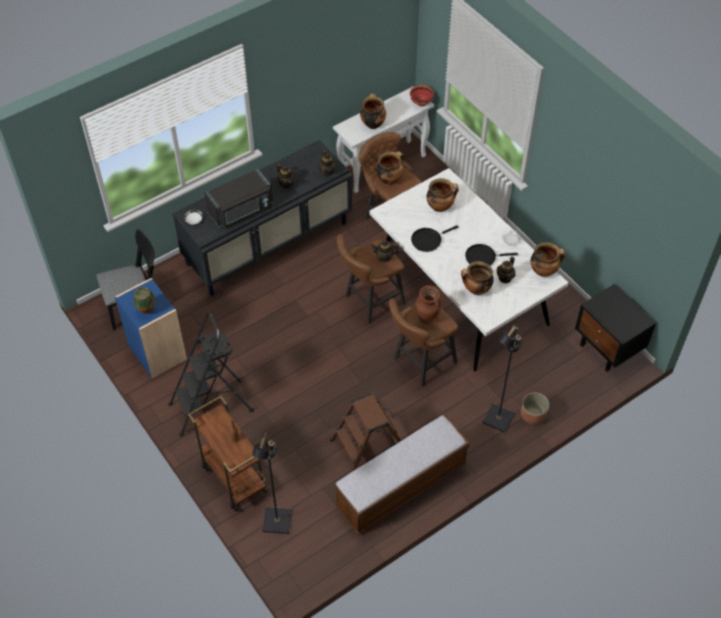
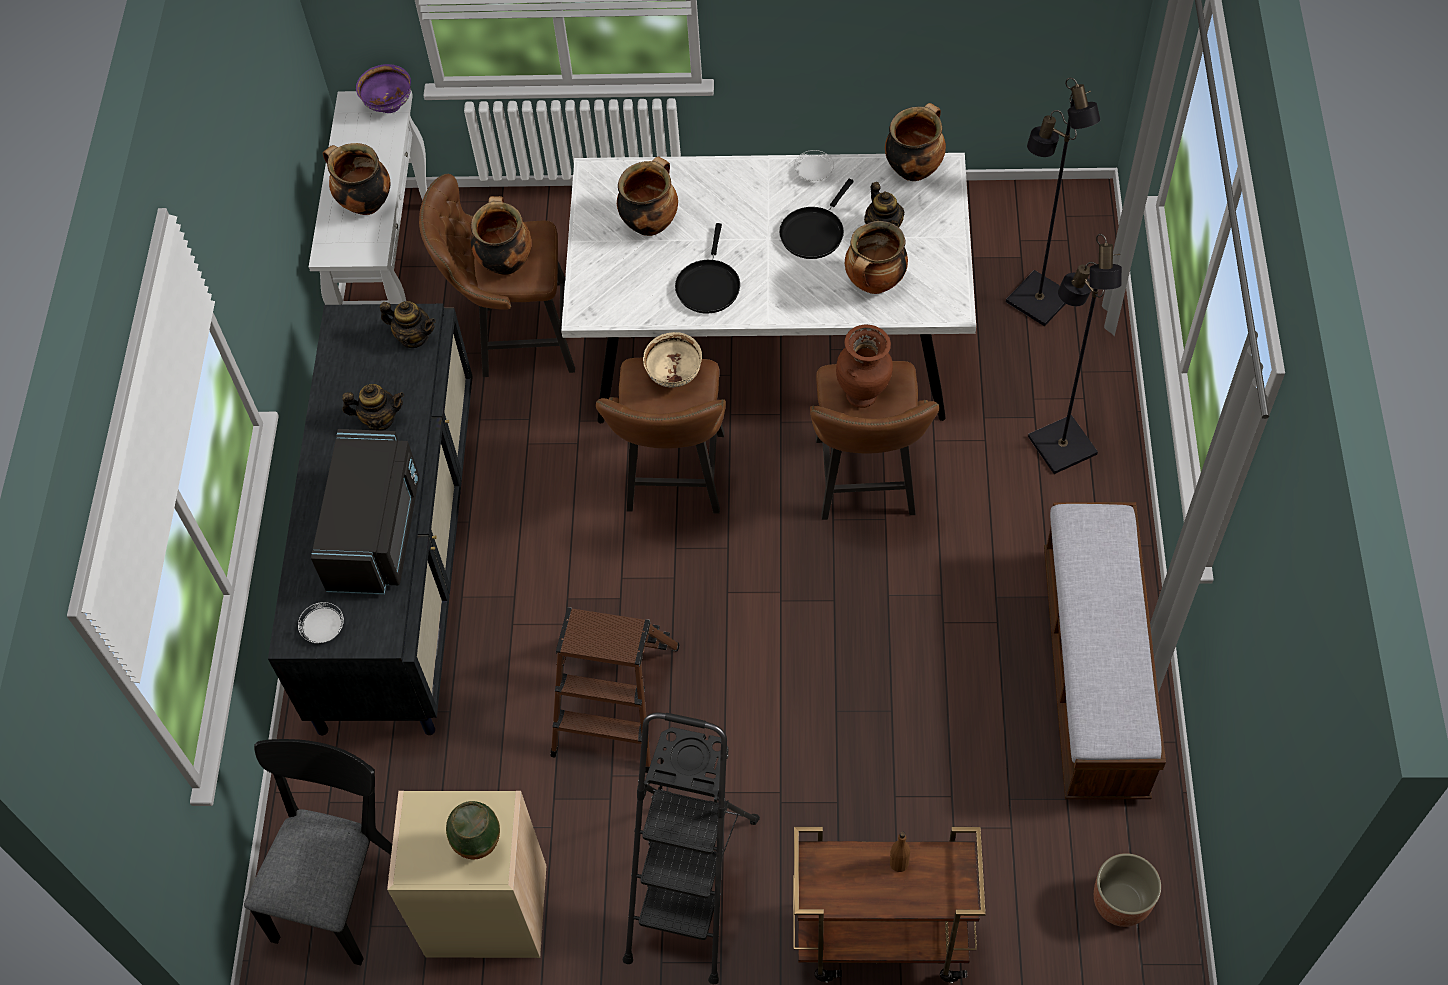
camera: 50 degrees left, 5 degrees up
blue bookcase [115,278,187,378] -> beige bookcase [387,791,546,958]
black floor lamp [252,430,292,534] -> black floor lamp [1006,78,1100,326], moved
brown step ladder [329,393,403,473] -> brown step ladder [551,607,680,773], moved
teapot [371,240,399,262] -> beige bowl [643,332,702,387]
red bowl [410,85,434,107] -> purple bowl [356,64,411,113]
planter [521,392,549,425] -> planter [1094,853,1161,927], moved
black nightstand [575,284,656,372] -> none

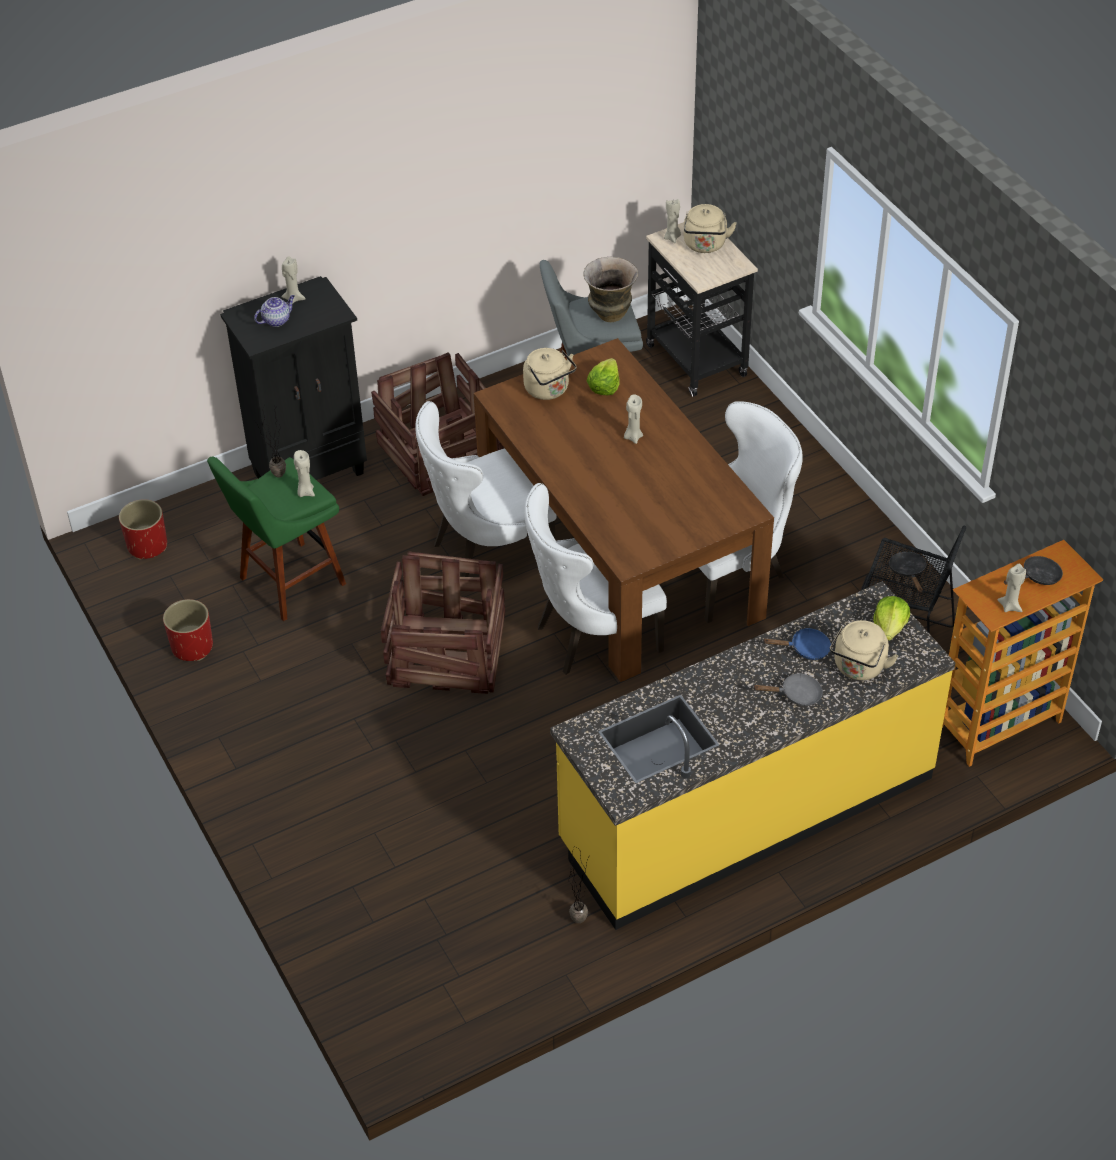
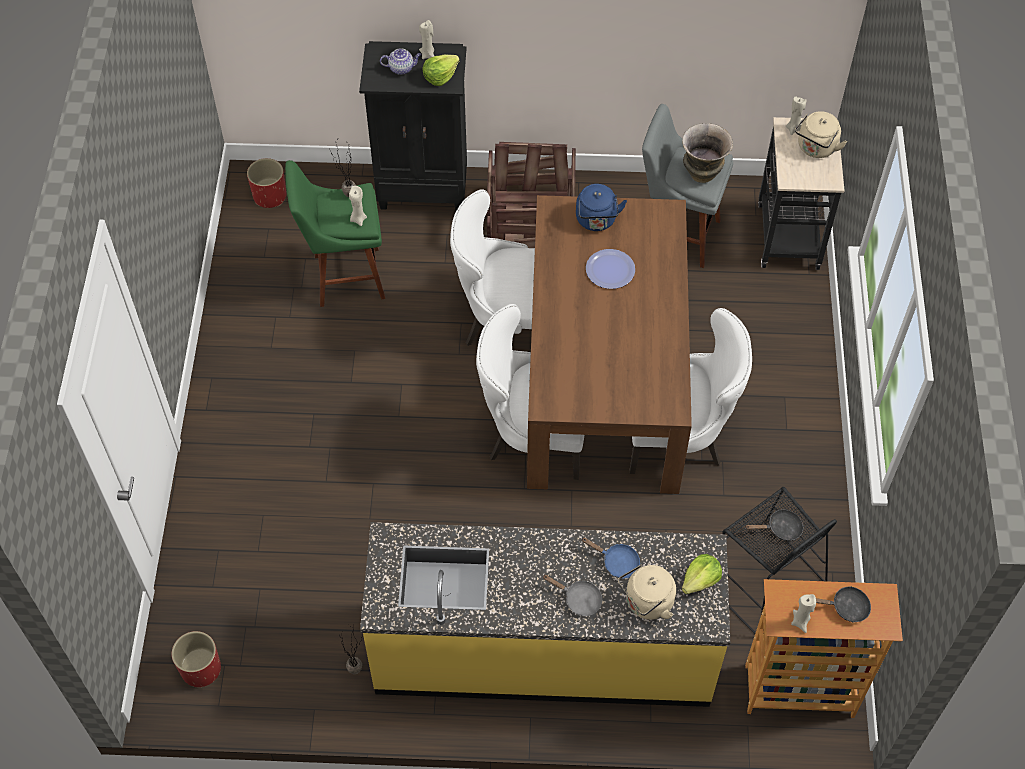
camera: 30 degrees right, 10 degrees up
red planter [163,599,213,661] -> red planter [172,631,221,688], moved
crate [381,551,505,694] -> none
beige kettle [523,348,577,400] -> blue kettle [576,184,627,231]
lettuce [587,358,620,395] -> lettuce [422,55,460,86], moved
beige candle [624,395,643,444] -> none
black frying pan [889,552,927,593] -> black frying pan [745,509,803,541], 60 degrees clockwise
none -> plate [586,249,635,289]

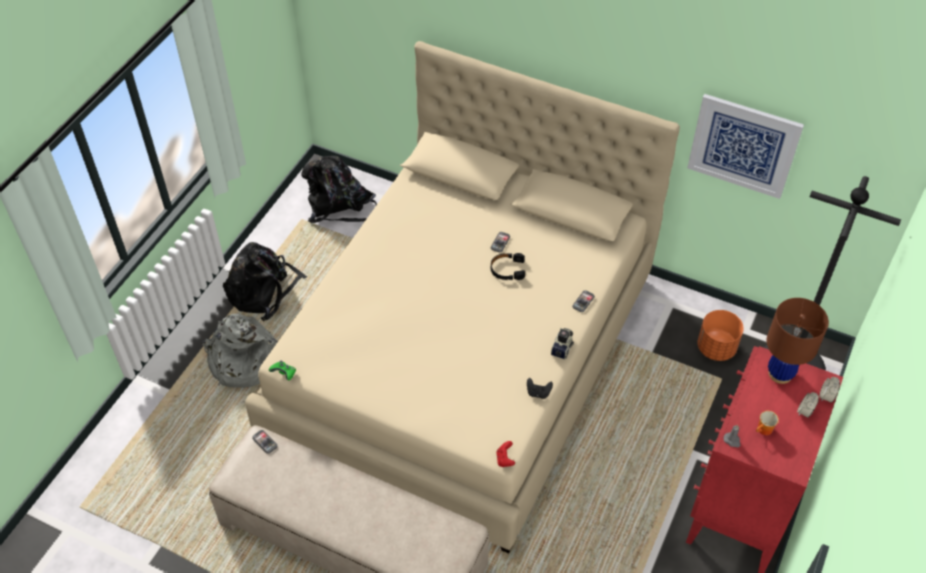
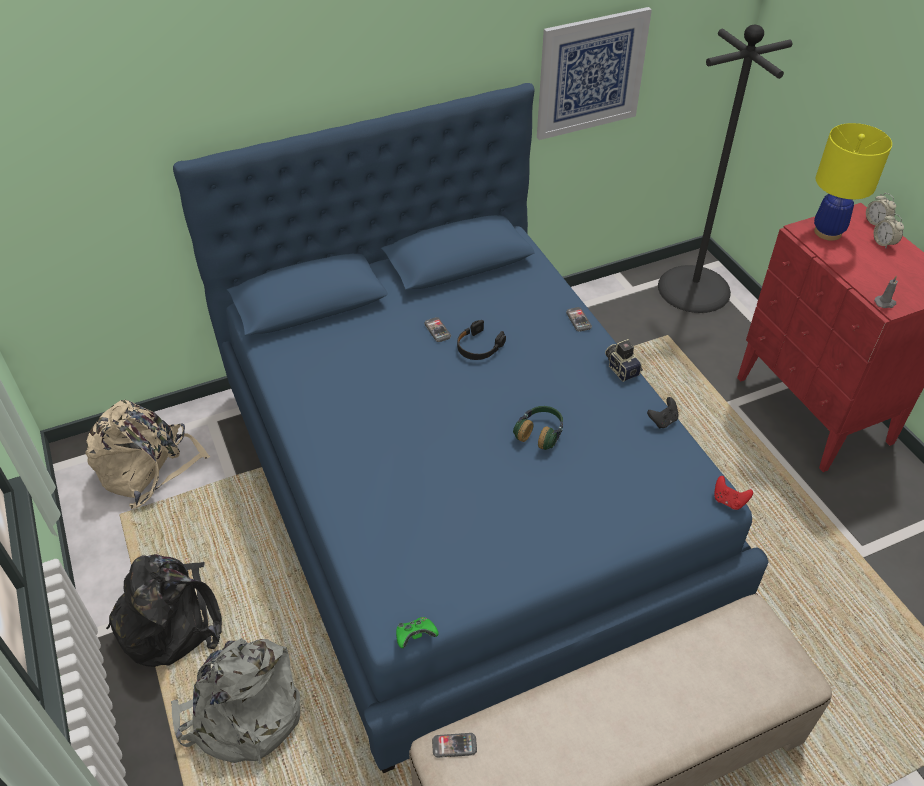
camera: 50 degrees left, 5 degrees down
beige bed [245,41,680,554] -> blue bed [173,83,769,773]
black backpack [301,156,377,223] -> beige backpack [85,400,210,509]
orange planter [698,310,744,361] -> none
mug [756,411,779,435] -> none
brown table lamp [766,298,829,384] -> yellow table lamp [814,123,892,241]
none -> headphones [513,406,563,450]

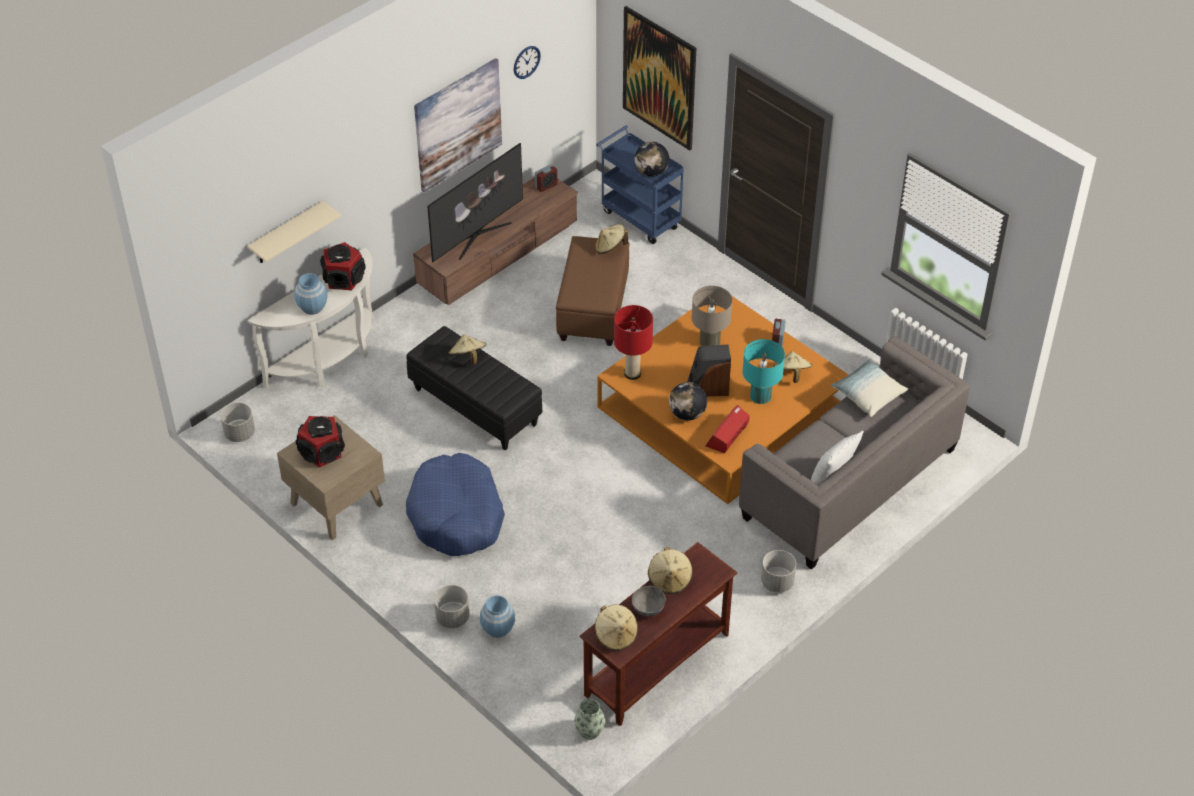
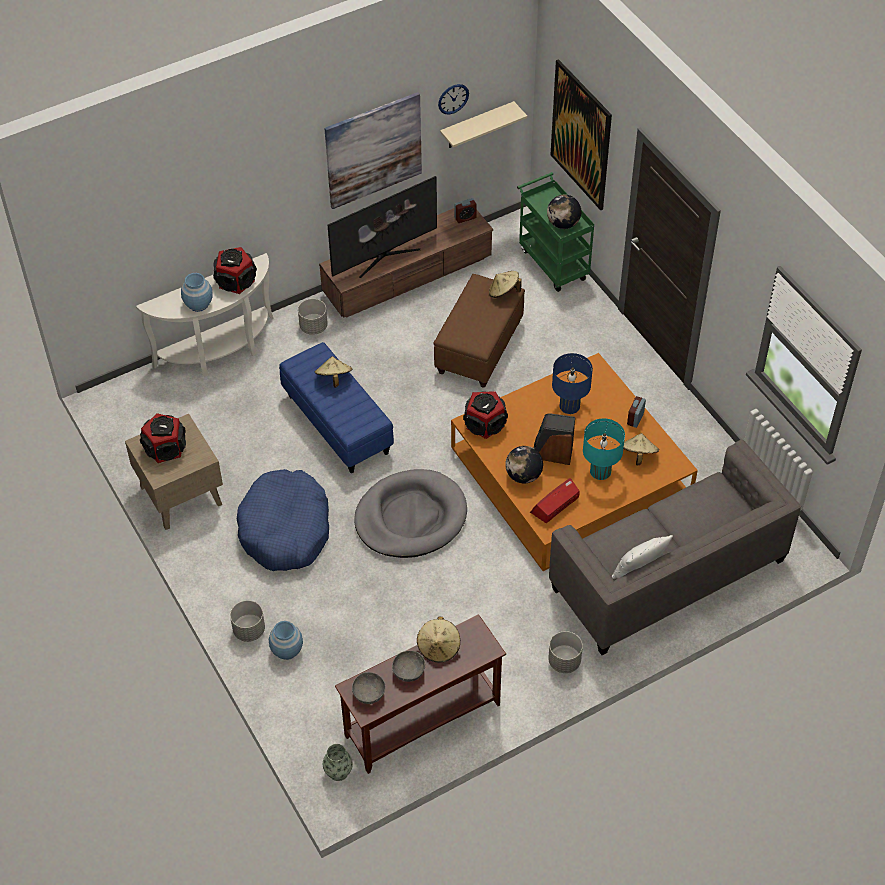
camera: 15 degrees right, 5 degrees up
grey planter [220,402,255,442] -> grey planter [298,299,328,335], moved
beige shelf [248,201,341,263] -> beige shelf [440,101,527,148], moved
black ottoman [406,326,542,450] -> blue ottoman [279,342,394,474]
beige hat [595,604,638,651] -> grey bowl [352,672,386,704]
blue cart [596,125,684,244] -> green cart [517,172,594,292]
red table lamp [614,305,653,380] -> speaker [463,391,508,439]
beige table lamp [692,286,732,346] -> blue table lamp [552,353,593,414]
pillow [831,359,908,417] -> none
none -> grey dog bed [355,469,467,558]

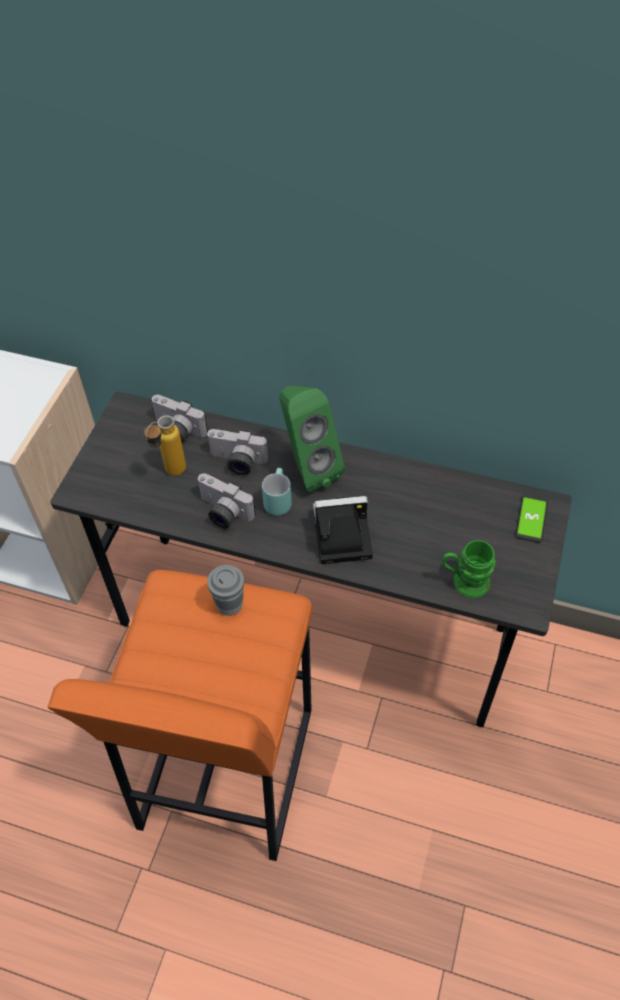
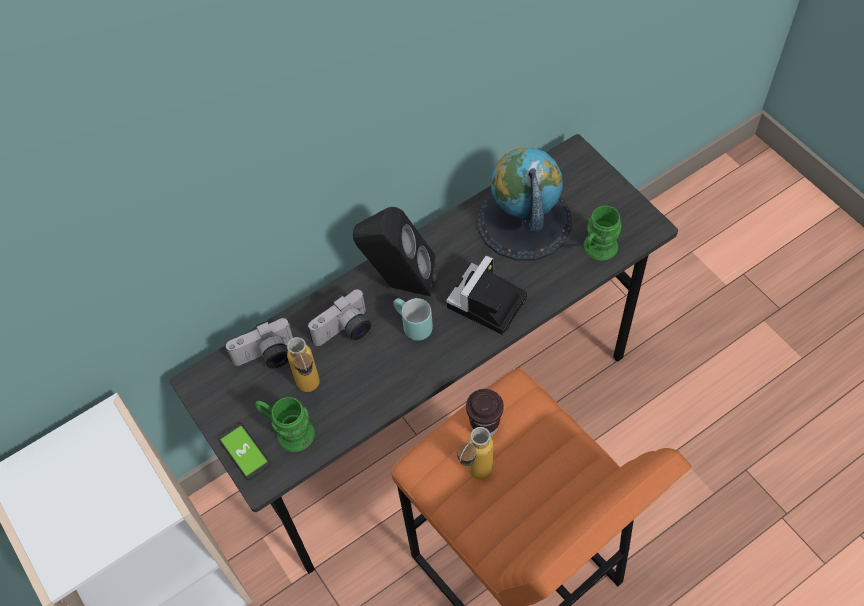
camera: 50 degrees left, 5 degrees up
photo camera [197,473,256,529] -> none
grey cup [207,565,244,616] -> brown cup [466,389,504,436]
green speaker [279,386,345,492] -> black speaker [353,207,437,297]
phone [515,495,548,543] -> phone [218,423,271,480], moved
none -> green mug [255,397,315,452]
none -> bottle [457,427,494,479]
none -> globe [478,147,572,261]

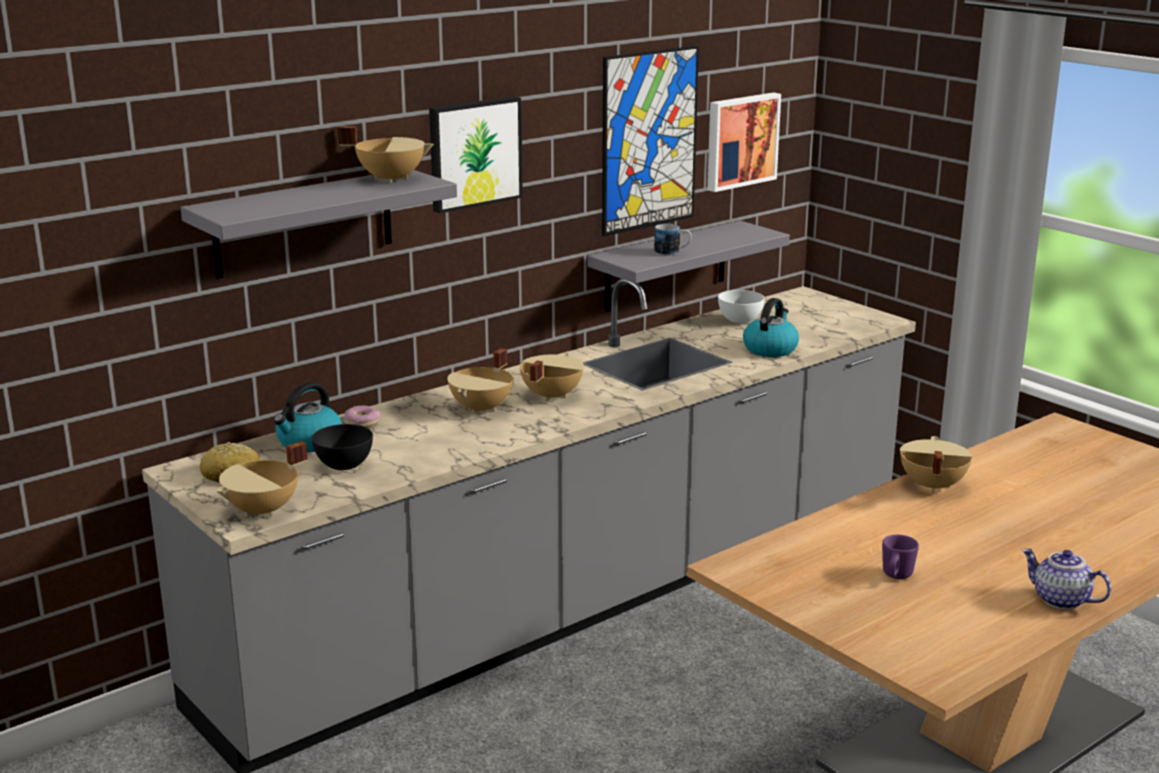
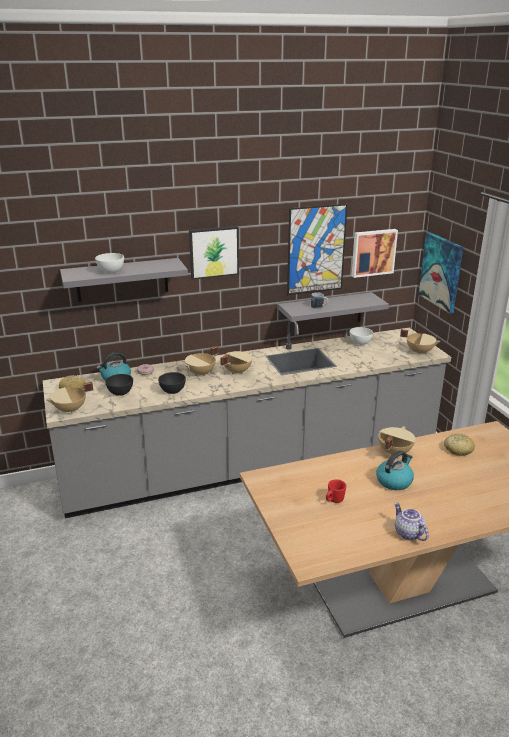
camera: 20 degrees right, 5 degrees up
beige cooking pot [338,127,434,183] -> beige cooking pot [400,329,440,355], moved
kettle [743,298,799,357] -> kettle [376,450,414,490], moved
purple mug [882,535,919,579] -> red mug [326,479,346,503]
none -> white bowl [95,253,124,273]
none -> black bowl [158,372,186,394]
none -> picture [418,233,463,313]
none -> bread [444,434,475,456]

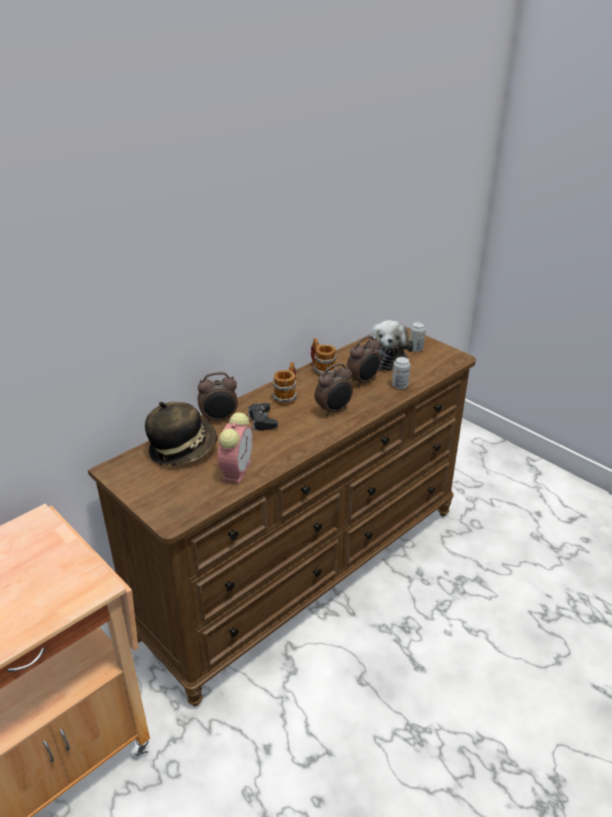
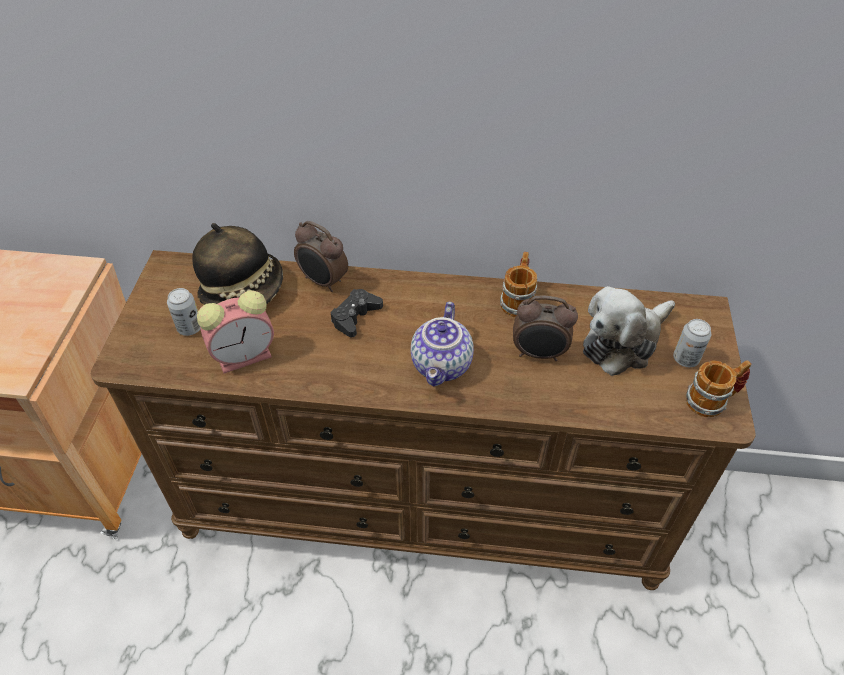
camera: 50 degrees right, 15 degrees up
mug [272,362,297,405] -> mug [686,360,751,417], moved
alarm clock [315,363,353,417] -> teapot [411,302,474,386]
can [392,357,411,389] -> can [167,288,200,336], moved

